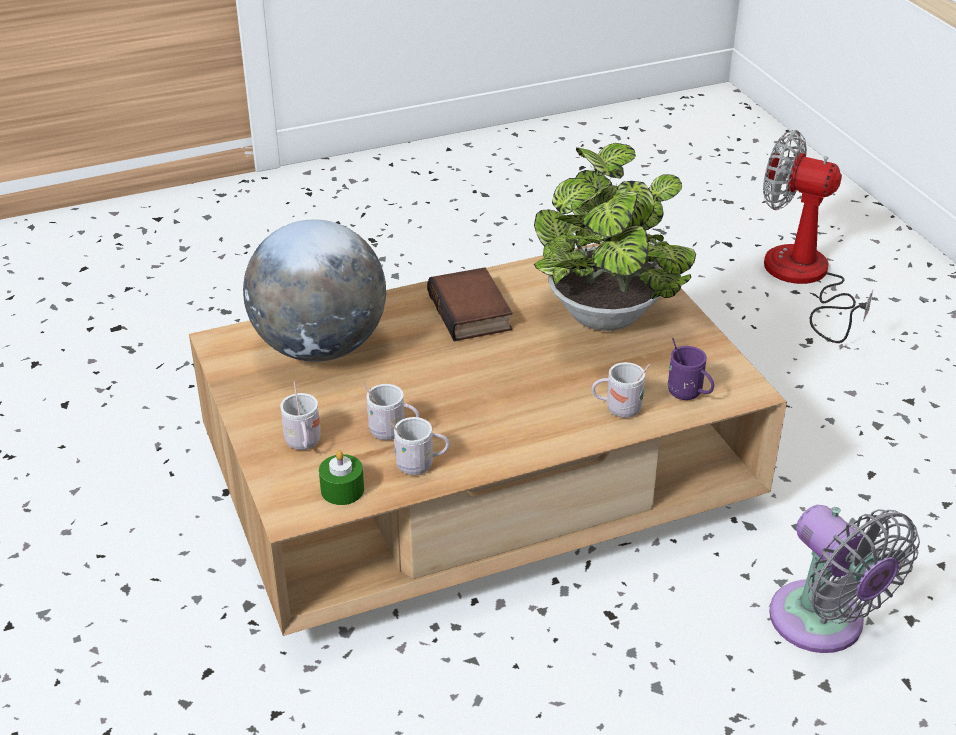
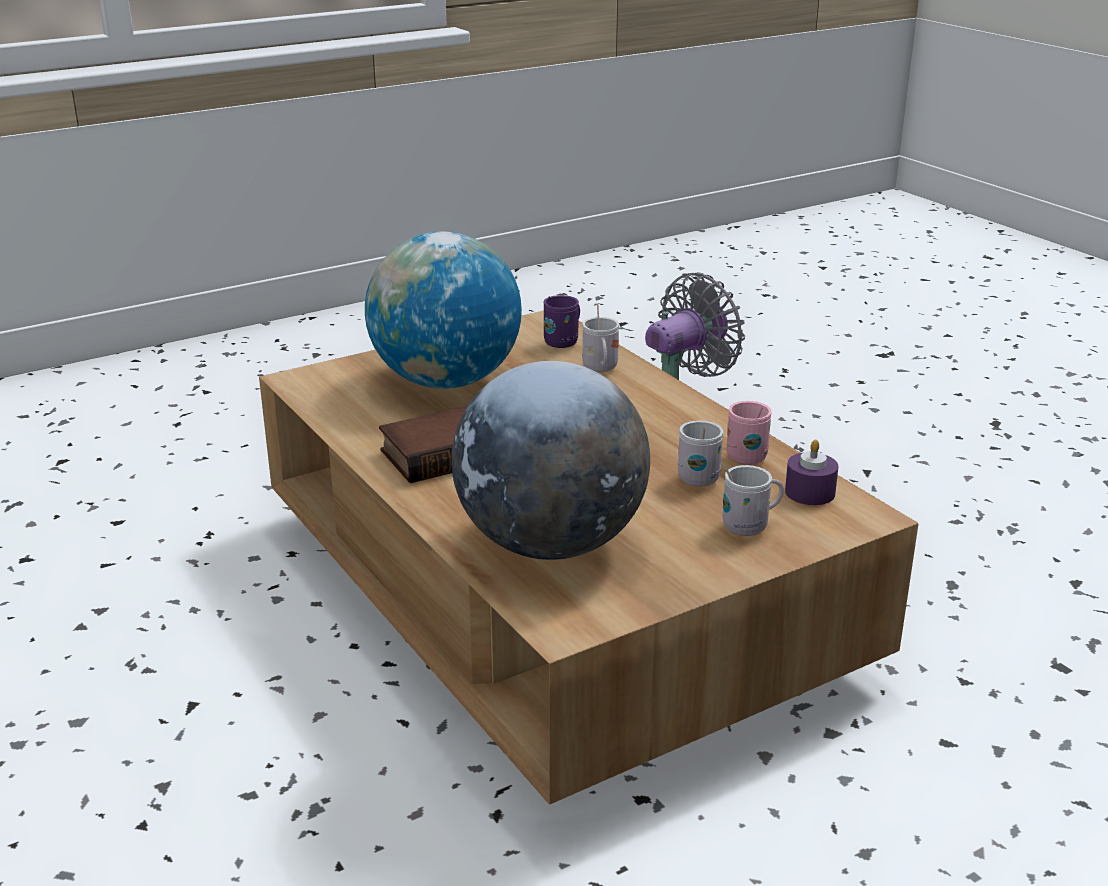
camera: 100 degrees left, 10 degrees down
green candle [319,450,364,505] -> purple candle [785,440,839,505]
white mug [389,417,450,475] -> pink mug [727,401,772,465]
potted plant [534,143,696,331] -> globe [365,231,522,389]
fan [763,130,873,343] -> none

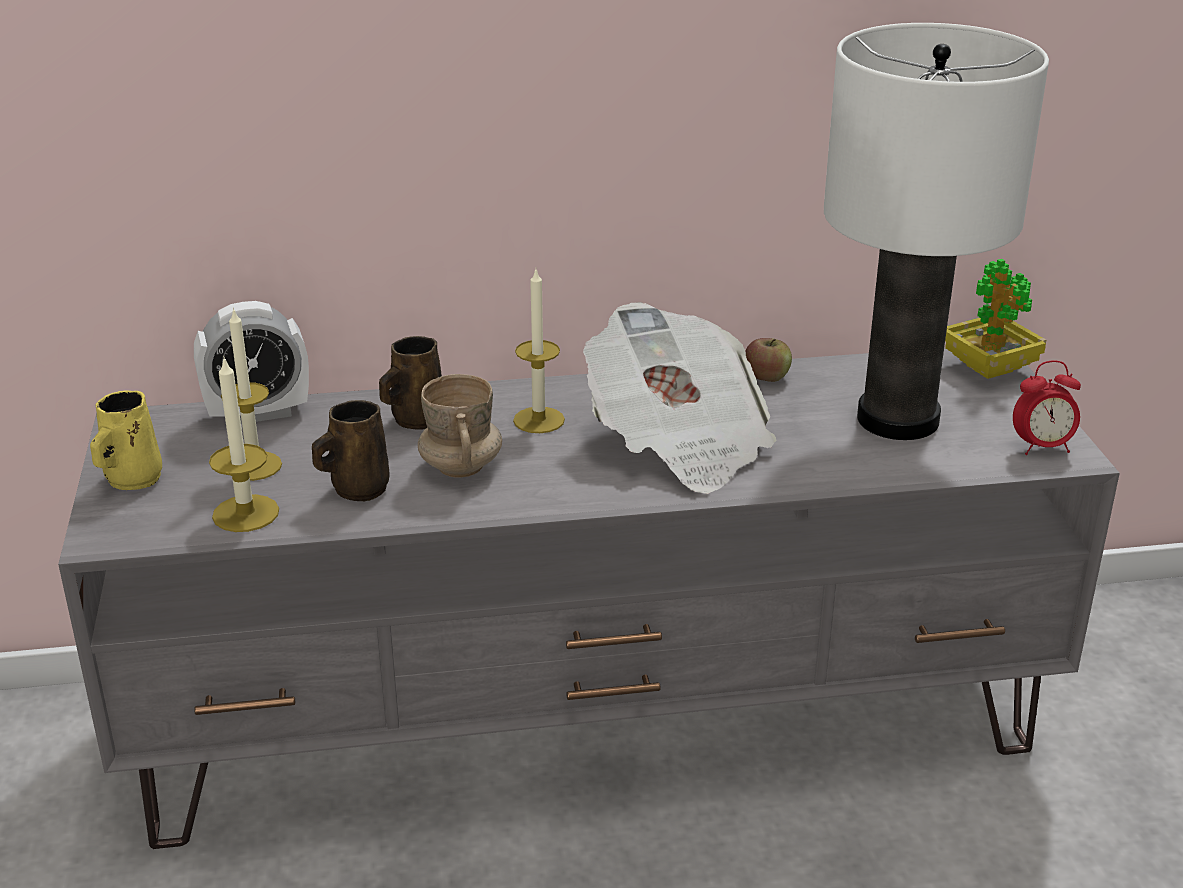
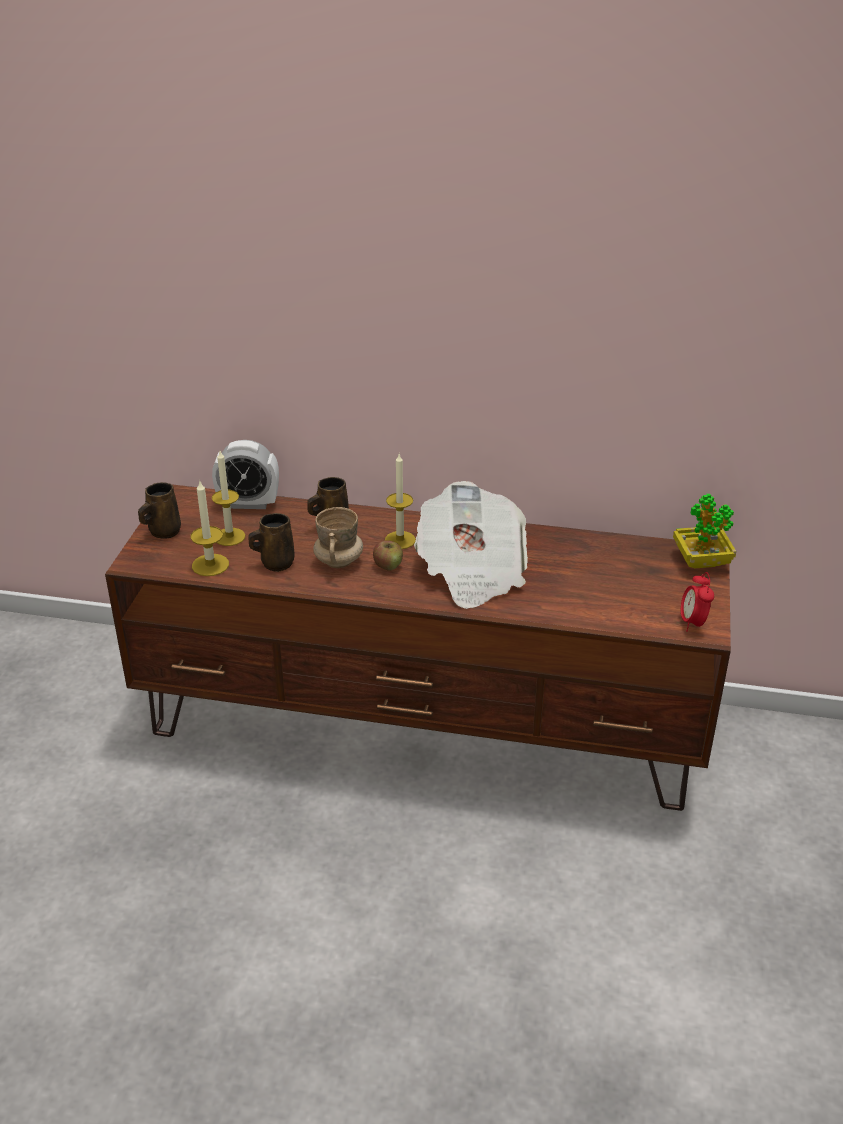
camera: 20 degrees right, 5 degrees up
grey tv stand [58,348,1120,849] -> brown tv stand [105,485,731,811]
yellow mug [90,391,162,490] -> brown mug [138,482,181,539]
apple [745,338,792,382] -> apple [373,540,403,570], moved
white table lamp [824,23,1049,440] -> none
alarm clock [1013,361,1081,455] -> alarm clock [680,572,714,632], 75 degrees clockwise

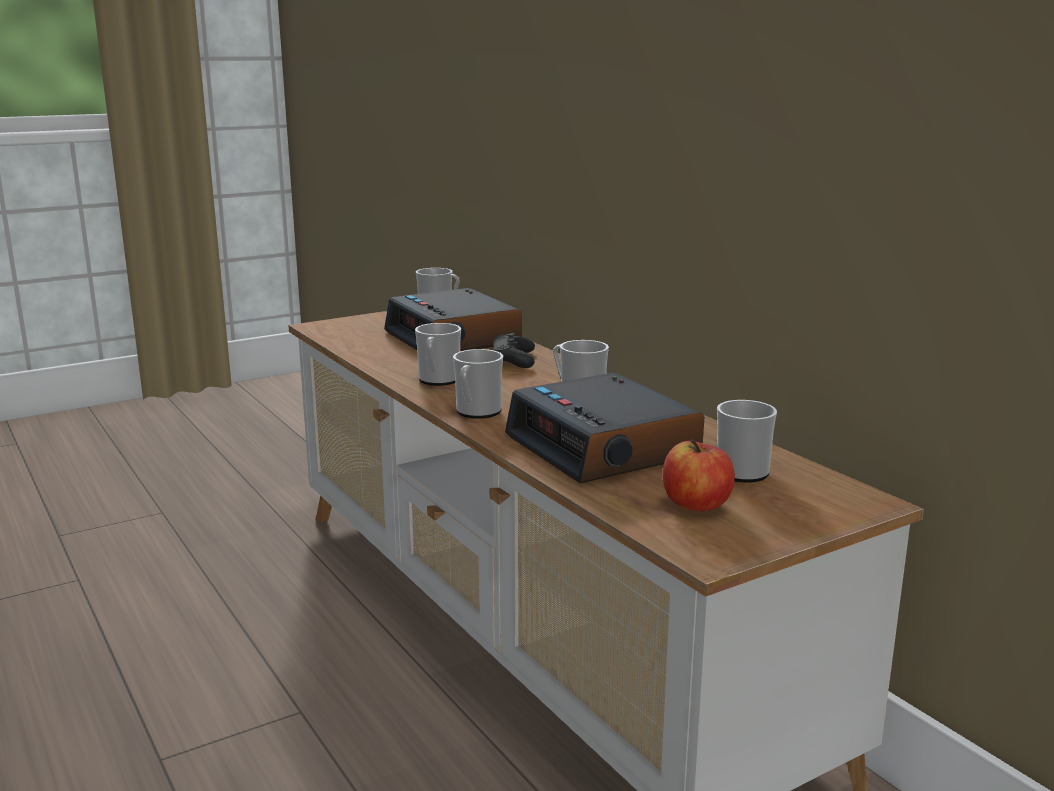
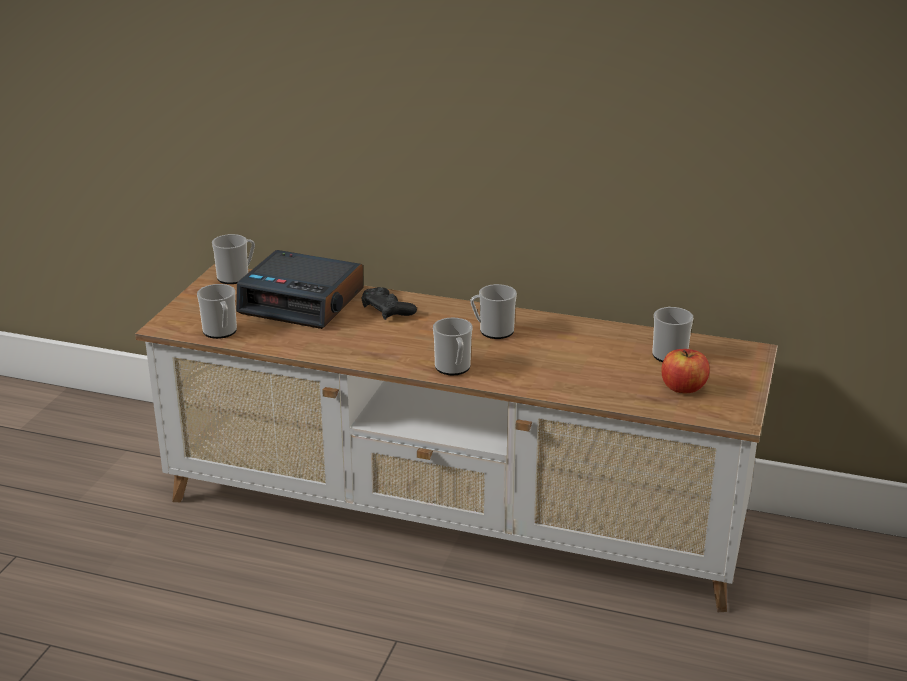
camera: 40 degrees left, 10 degrees up
mug [415,323,461,386] -> mug [197,284,237,339], moved
alarm clock [505,373,704,484] -> none

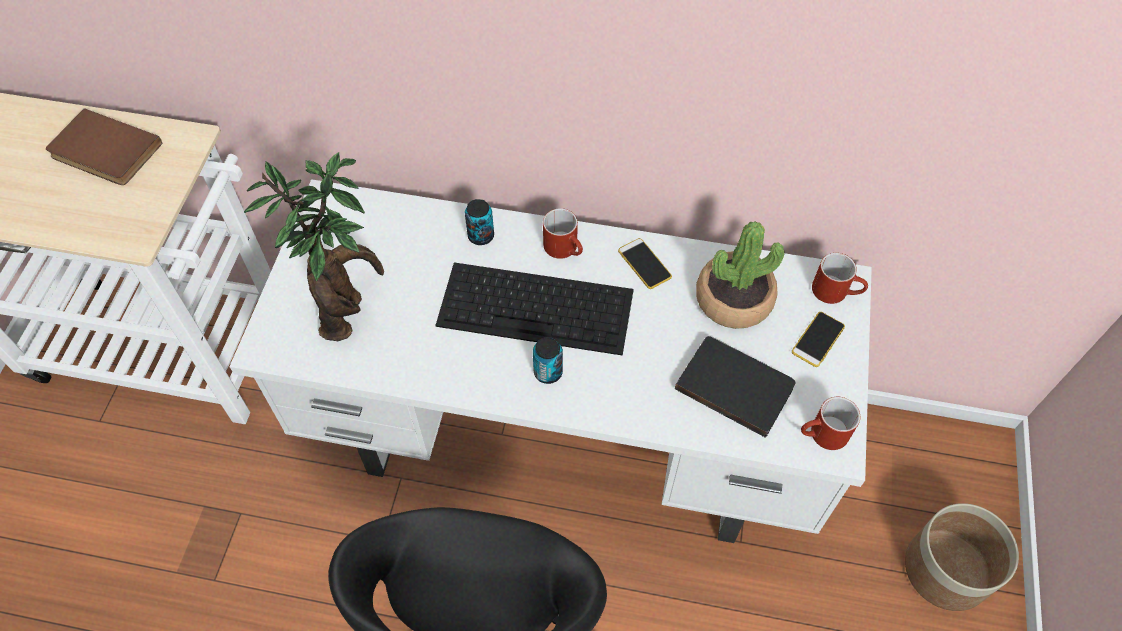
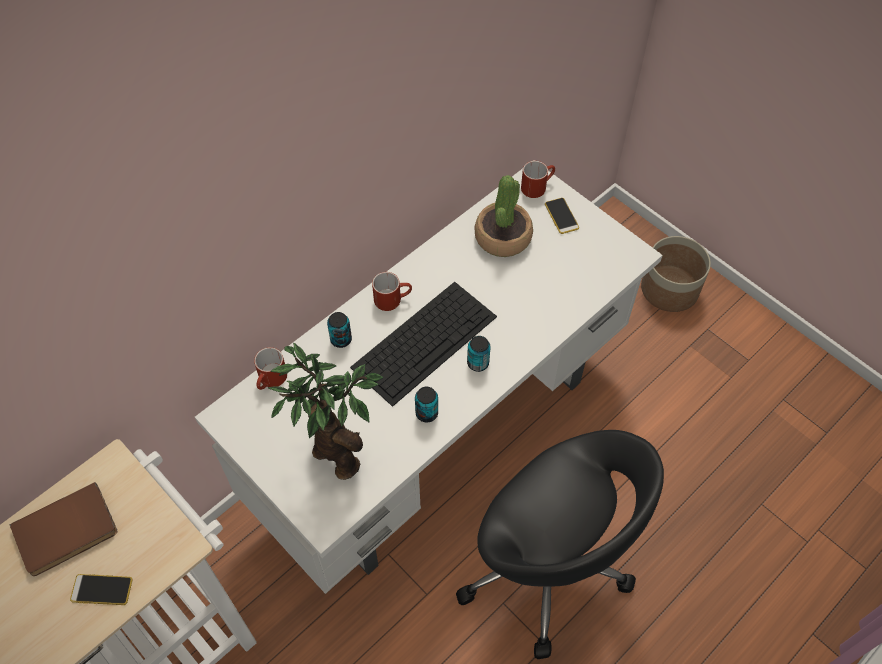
camera: 55 degrees left, 0 degrees up
phone [618,238,672,289] -> phone [70,574,132,605], moved
black book [675,336,796,438] -> none
red mug [801,397,860,450] -> red mug [254,347,287,390], moved
none -> can [415,387,438,422]

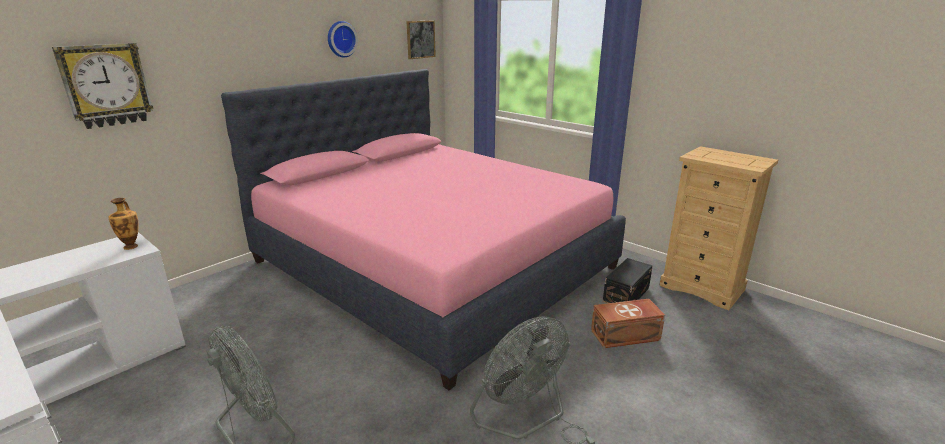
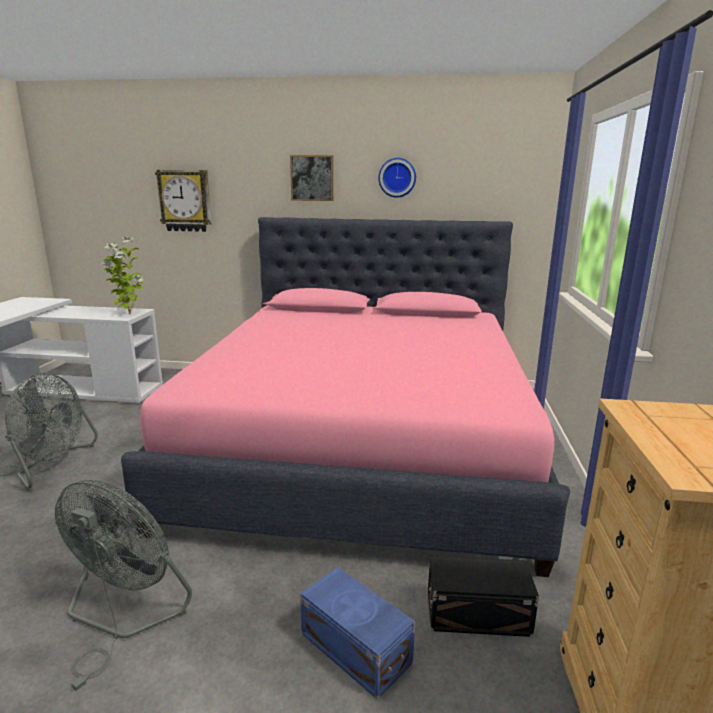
camera: 55 degrees right, 5 degrees down
vase [108,198,138,250] -> potted plant [102,236,143,314]
picture [407,21,436,59] -> picture [290,155,333,201], moved
brown storage box [591,299,665,348] -> blue storage box [300,567,415,700]

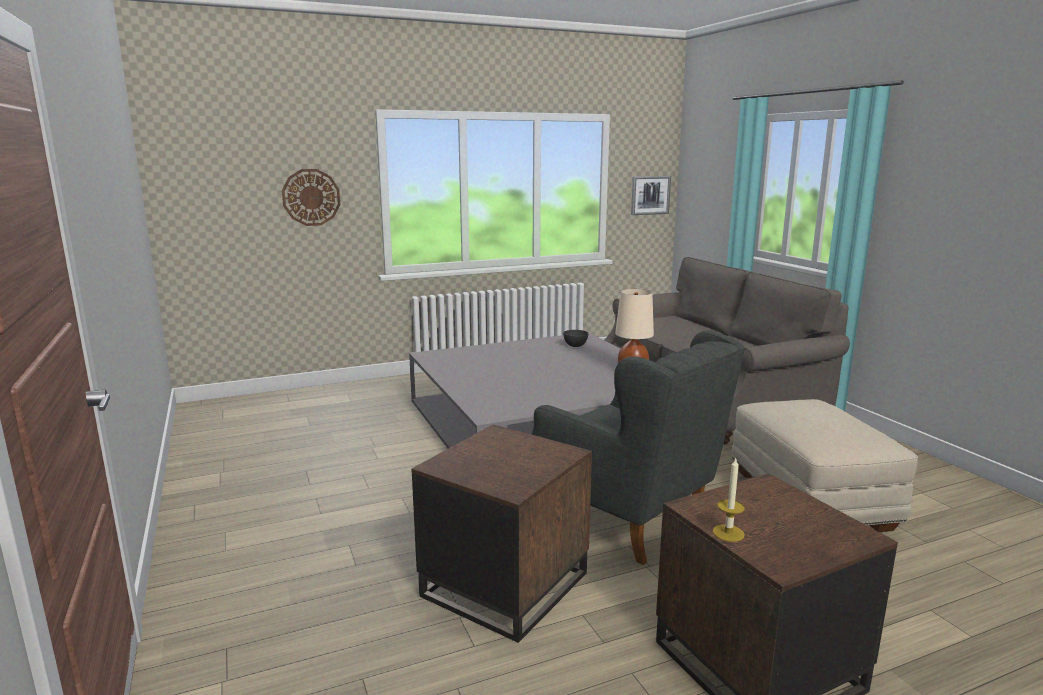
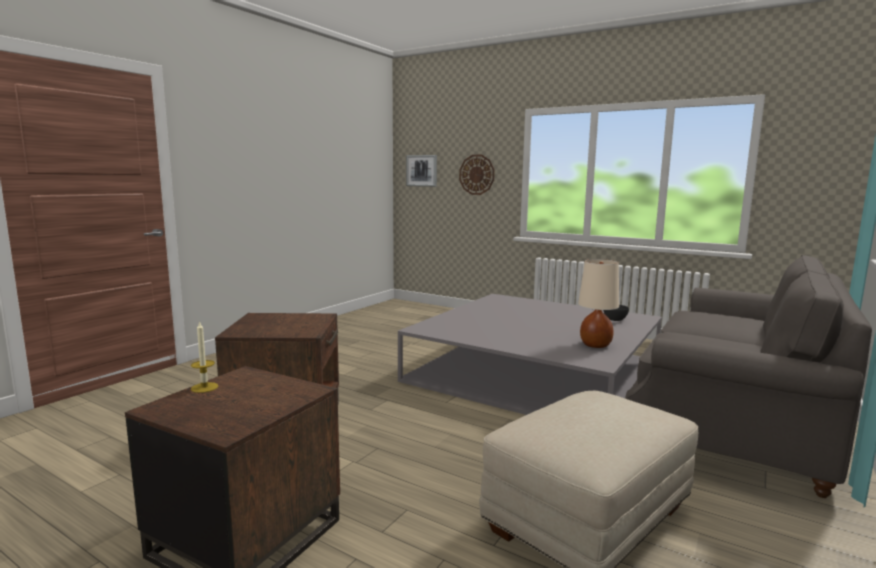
camera: 55 degrees right, 5 degrees down
grey armchair [531,331,745,565] -> none
picture [631,176,671,215] -> picture [406,155,437,187], moved

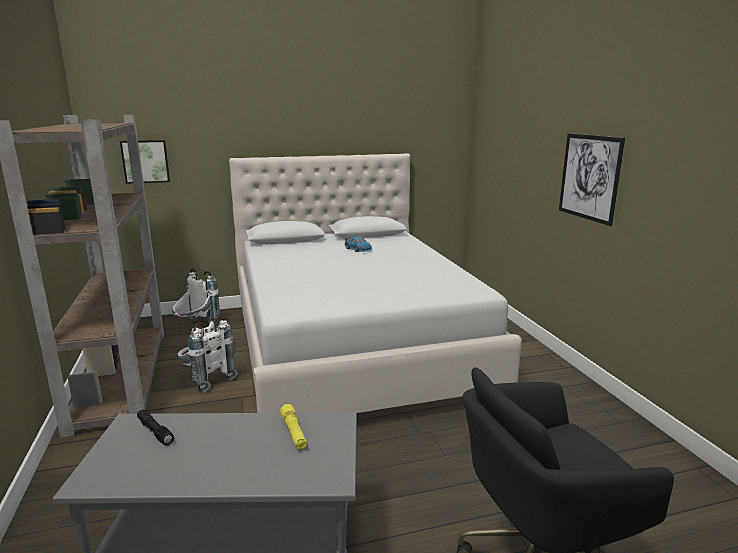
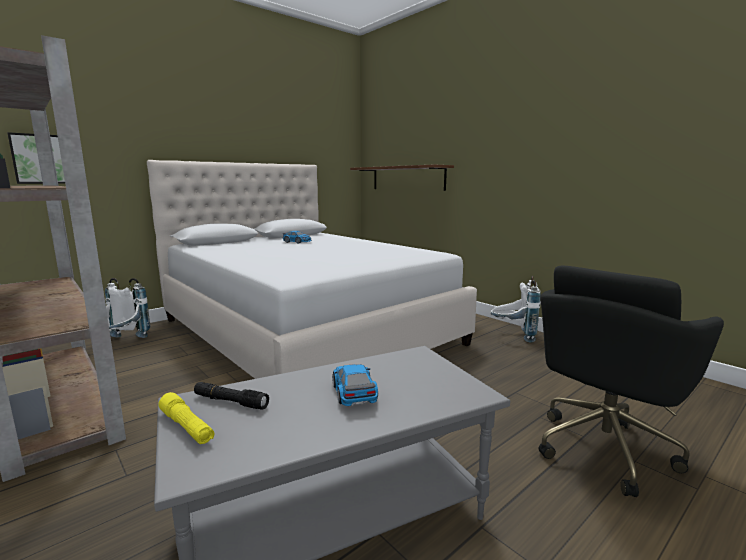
camera: 25 degrees left, 5 degrees down
white backpack [177,316,238,393] -> white backpack [490,276,541,343], moved
yellow flashlight [280,404,307,450] -> yellow flashlight [158,392,214,445], moved
picture [559,133,625,226] -> none
none -> toy car [332,364,378,406]
none -> brown shelf [350,164,454,191]

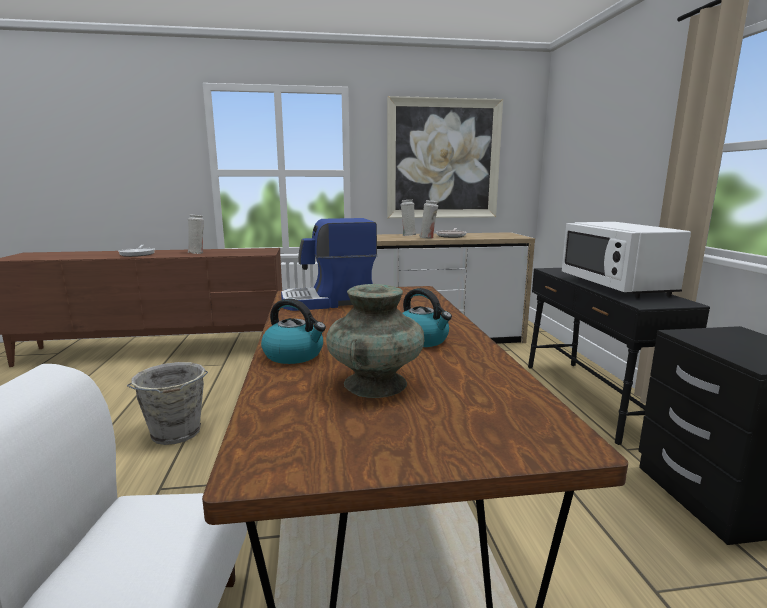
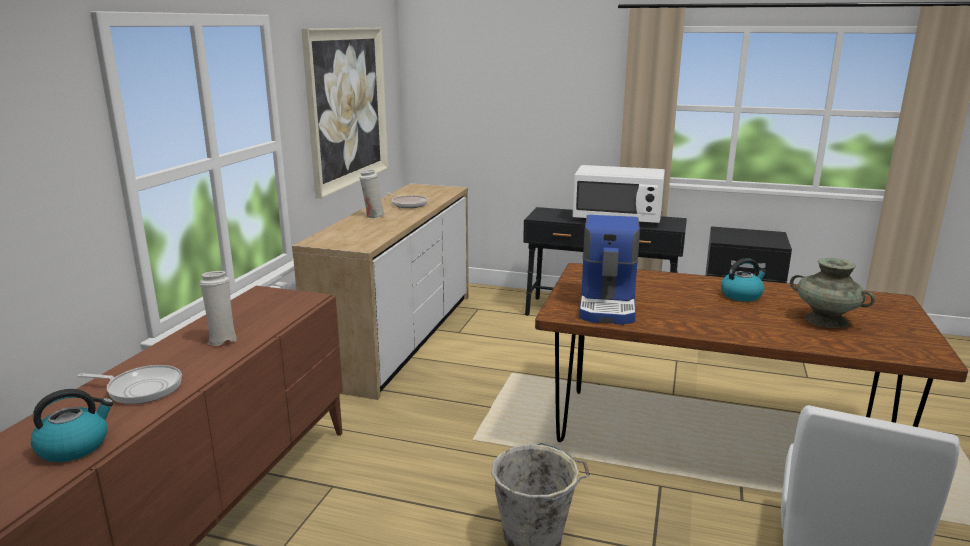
camera: 65 degrees left, 5 degrees up
kettle [261,298,326,364] -> kettle [31,389,114,462], moved
white vase [419,200,438,239] -> none

